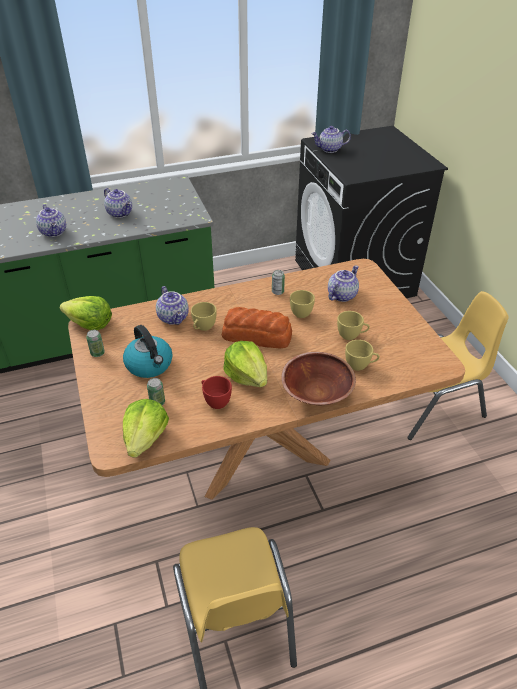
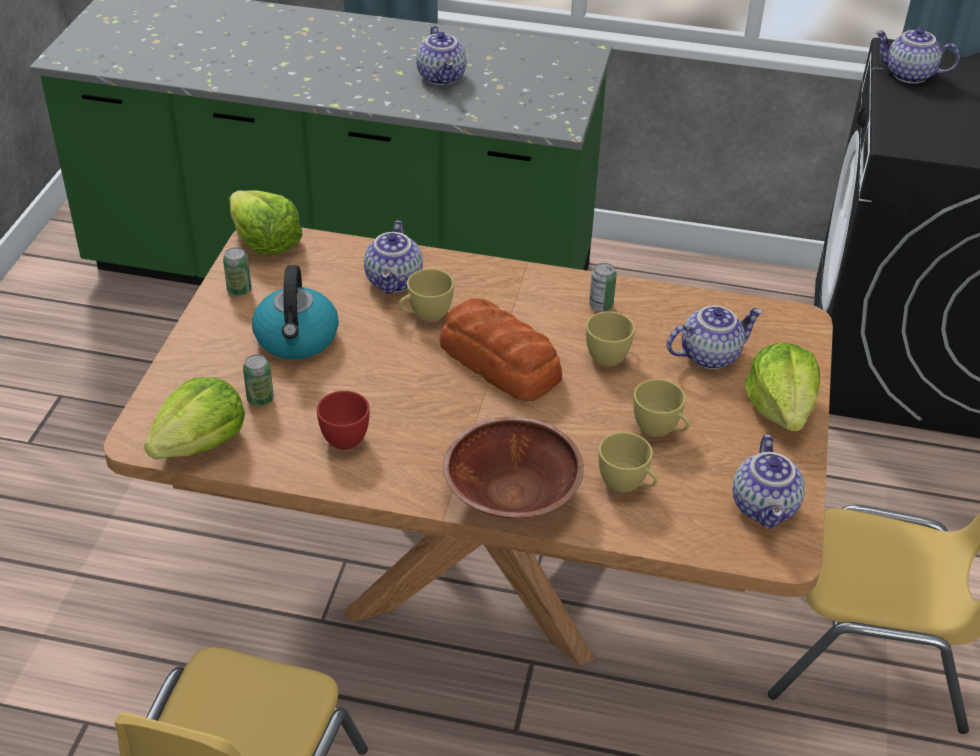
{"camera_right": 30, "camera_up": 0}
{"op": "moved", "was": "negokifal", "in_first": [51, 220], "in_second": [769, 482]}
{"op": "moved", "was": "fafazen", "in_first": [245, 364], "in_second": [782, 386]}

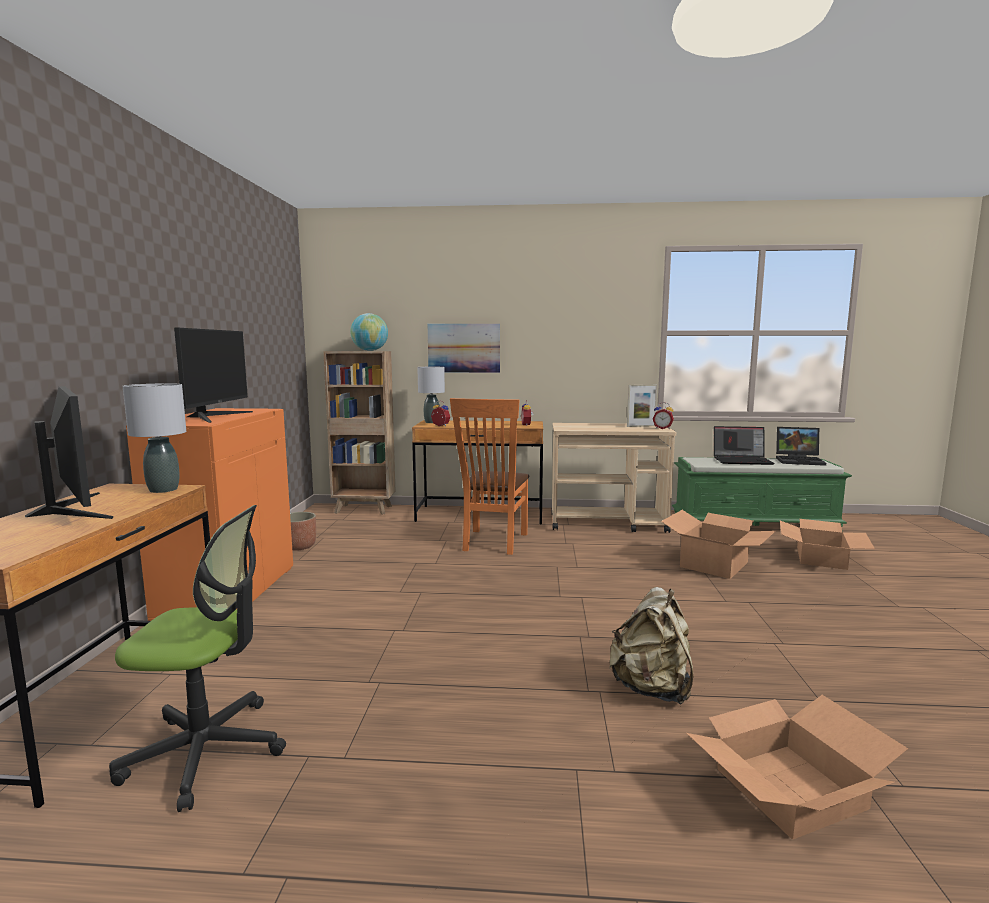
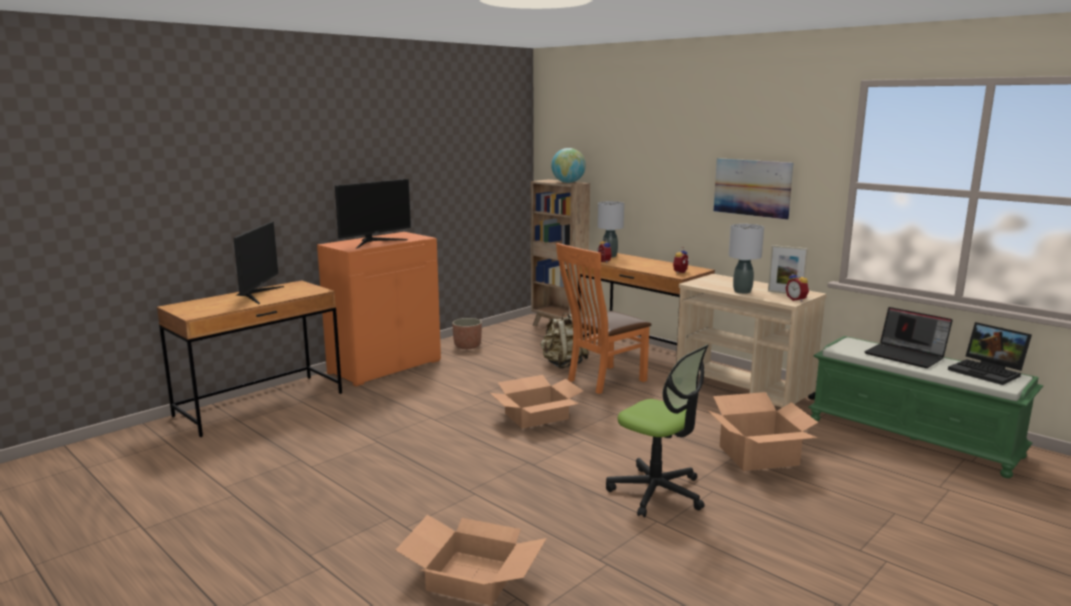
{"camera_right": 40, "camera_up": 5}
{"op": "moved", "was": "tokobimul", "in_first": [464, 348], "in_second": [753, 189]}
{"op": "moved", "was": "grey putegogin", "in_first": [154, 438], "in_second": [746, 259]}
{"op": "moved", "was": "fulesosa", "in_first": [197, 658], "in_second": [657, 431]}
{"op": "moved", "was": "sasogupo", "in_first": [827, 544], "in_second": [536, 402]}
{"op": "moved", "was": "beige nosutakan", "in_first": [651, 646], "in_second": [564, 341]}

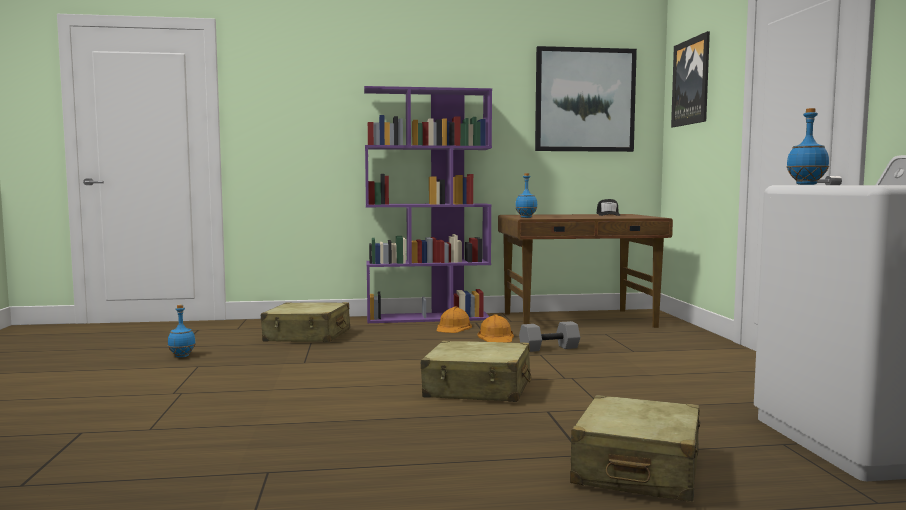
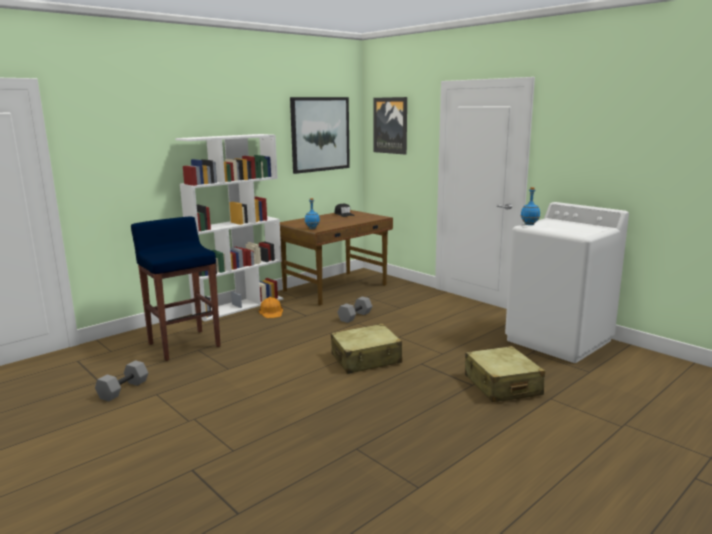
{"camera_right": -35, "camera_up": 10}
{"op": "recoloured", "was": "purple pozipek", "now": "white pozipek", "in_first": [428, 204], "in_second": [229, 227]}
{"op": "replaced", "was": "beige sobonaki", "now": "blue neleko", "in_first": [305, 322], "in_second": [176, 288]}
{"op": "replaced", "was": "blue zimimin", "now": "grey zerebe", "in_first": [182, 331], "in_second": [121, 380]}
{"op": "removed", "was": "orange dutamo", "in_first": [495, 328]}

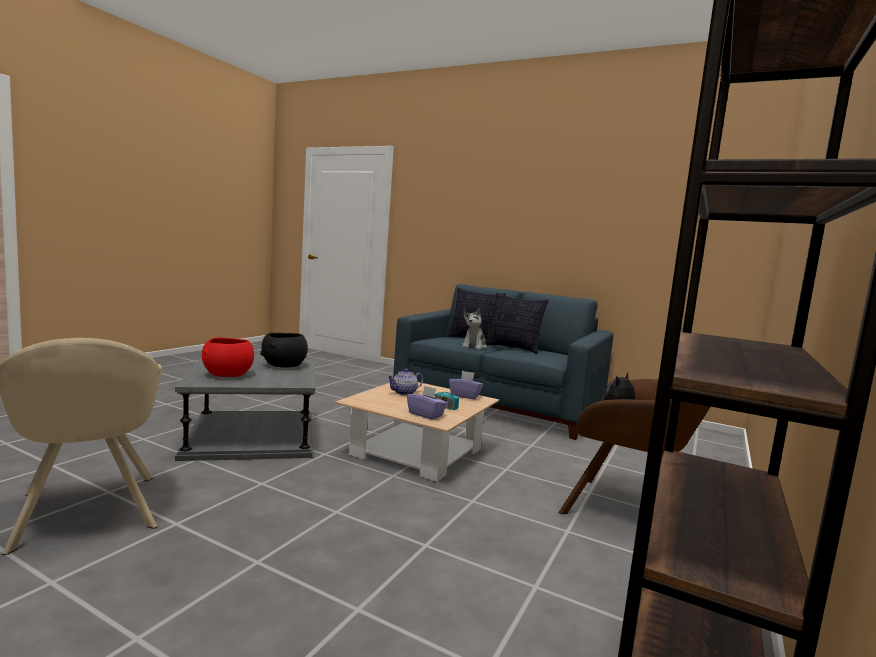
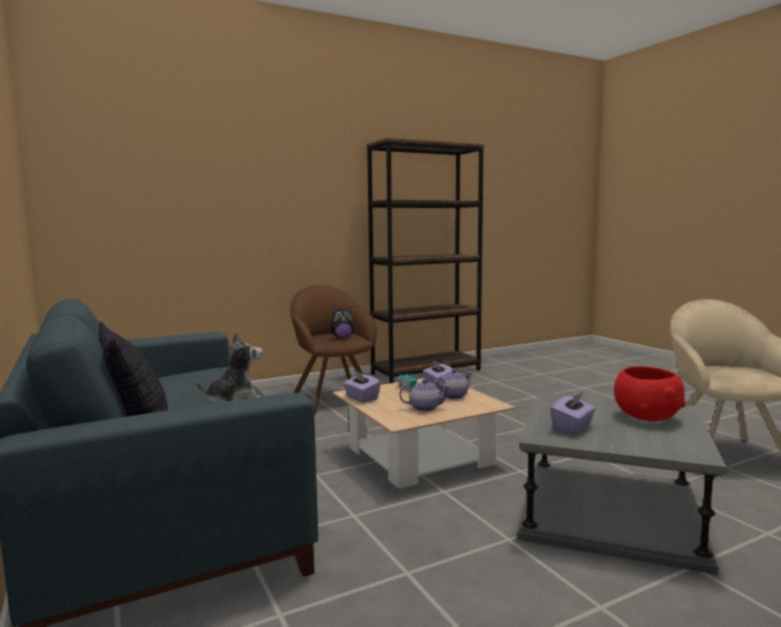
{"camera_right": -145, "camera_up": 0}
{"op": "removed", "was": "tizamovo", "in_first": [517, 323]}
{"op": "replaced", "was": "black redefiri", "now": "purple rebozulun", "in_first": [284, 349], "in_second": [573, 413]}
{"op": "added", "now": "negokifal", "in_second": [453, 384]}

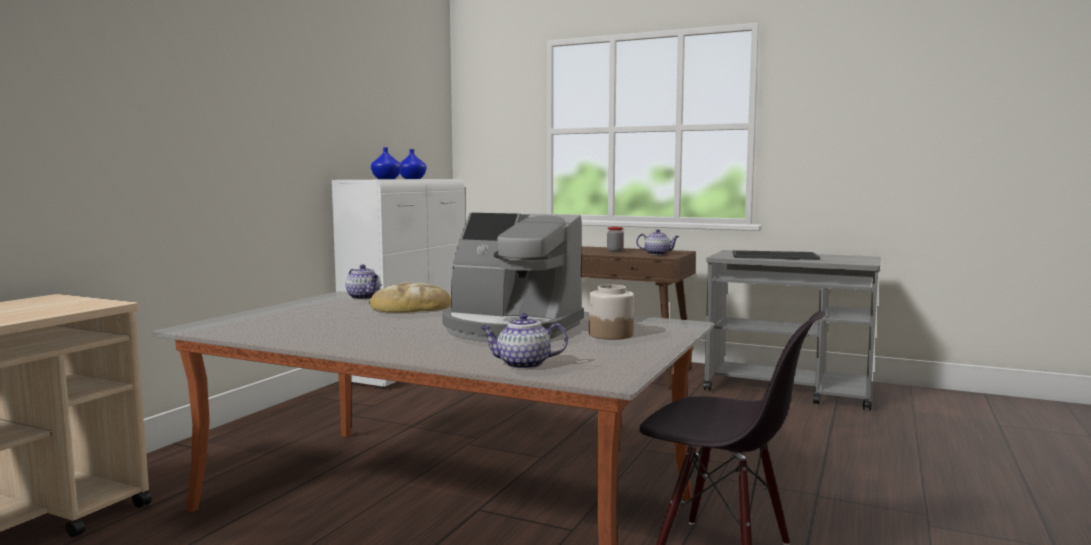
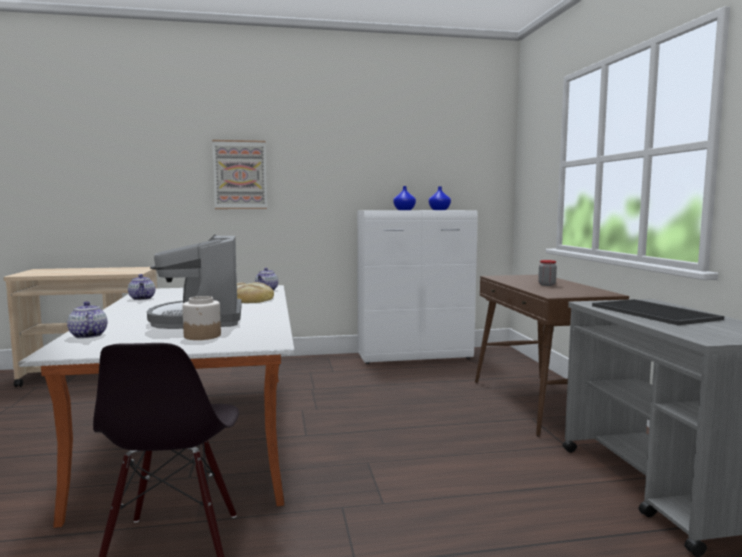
{"camera_right": 55, "camera_up": 0}
{"op": "moved", "was": "negokifal", "in_first": [657, 242], "in_second": [141, 287]}
{"op": "added", "now": "tokobimul", "in_second": [239, 174]}

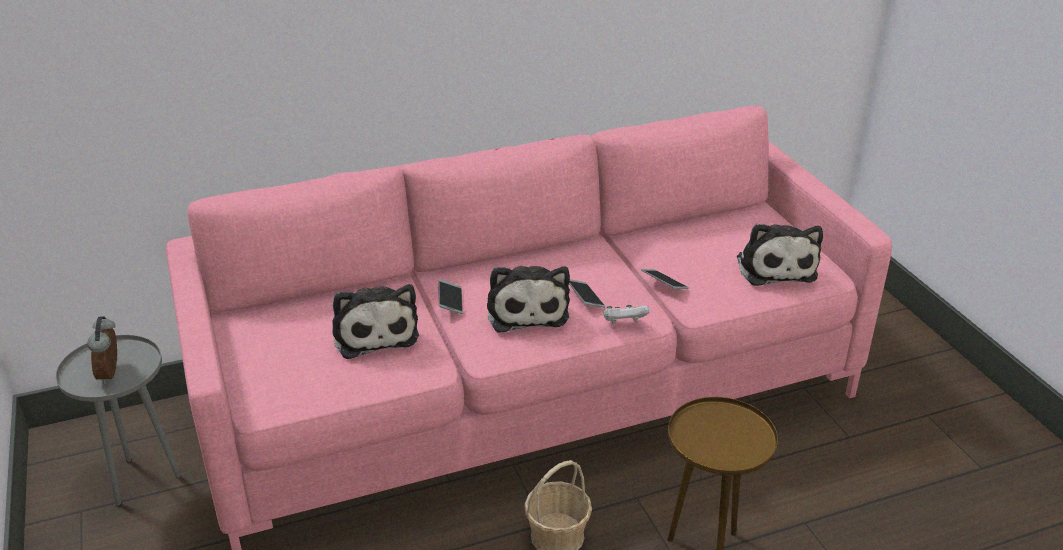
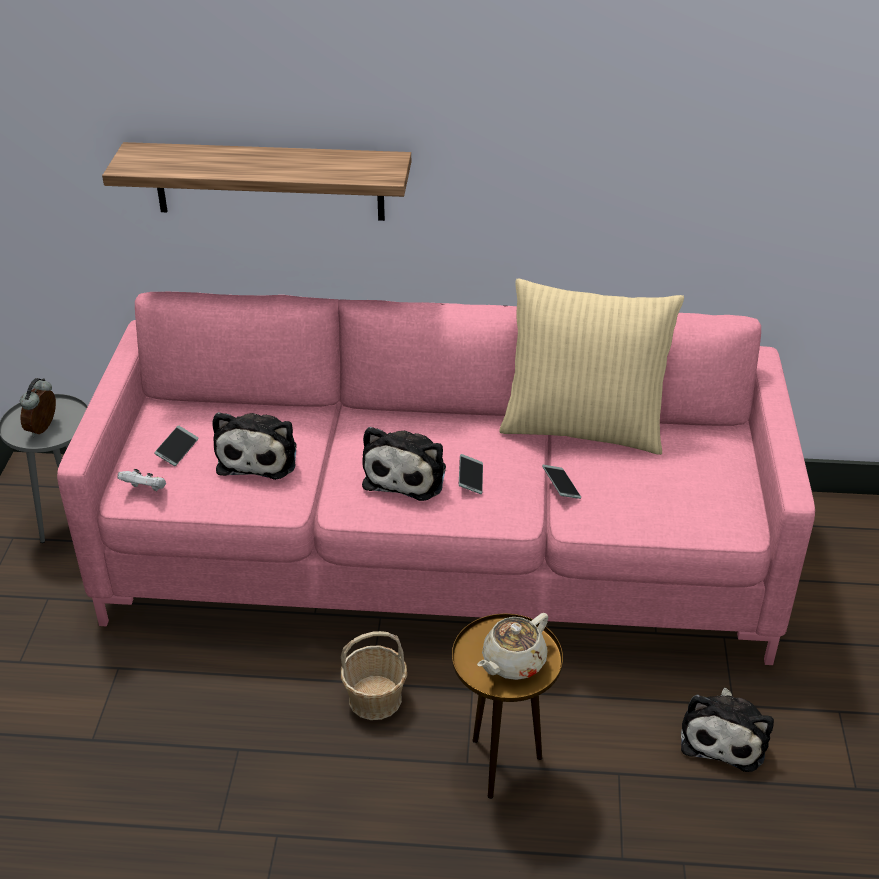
{"camera_right": 25, "camera_up": 5}
{"op": "moved", "was": "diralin", "in_first": [780, 255], "in_second": [727, 730]}
{"op": "moved", "was": "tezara", "in_first": [451, 296], "in_second": [176, 446]}
{"op": "moved", "was": "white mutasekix", "in_first": [627, 314], "in_second": [141, 480]}
{"op": "added", "now": "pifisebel", "in_second": [256, 181]}
{"op": "added", "now": "beige tizamovo", "in_second": [591, 367]}
{"op": "added", "now": "beige negokifal", "in_second": [513, 646]}

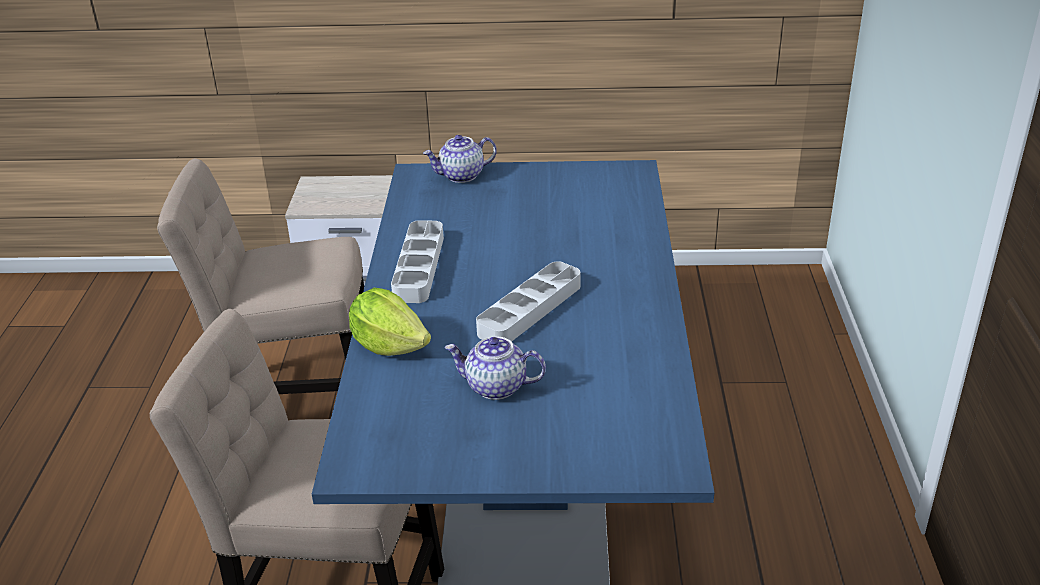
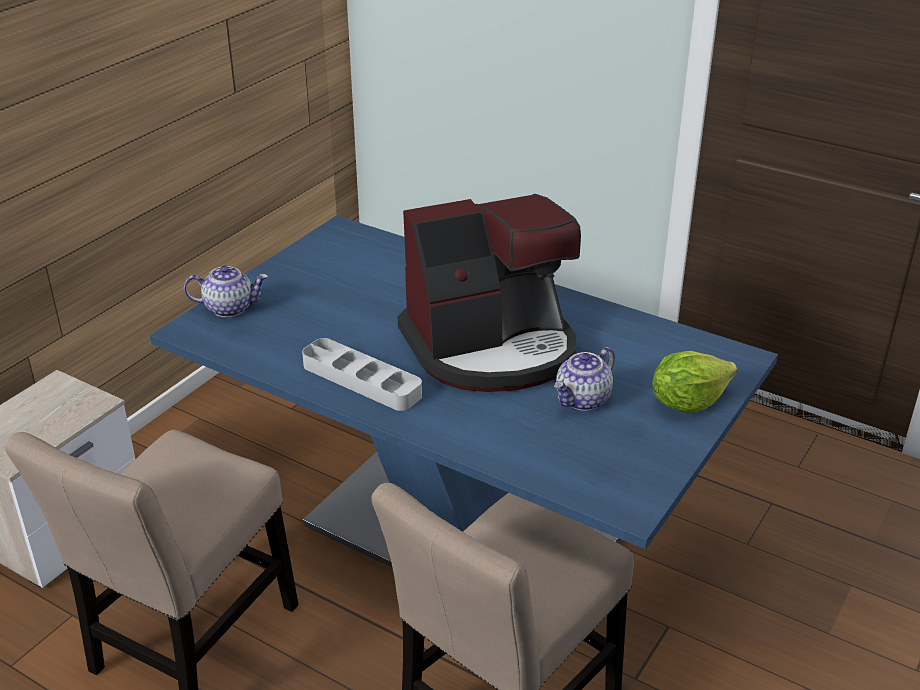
{"camera_right": -60, "camera_up": 0}
{"op": "turned", "was": "negokifal", "in_first": [460, 159], "in_second": [226, 292], "clockwise": -105}
{"op": "replaced", "was": "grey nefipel", "now": "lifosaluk", "in_first": [528, 301], "in_second": [489, 293]}
{"op": "moved", "was": "fafazen", "in_first": [390, 322], "in_second": [695, 382]}

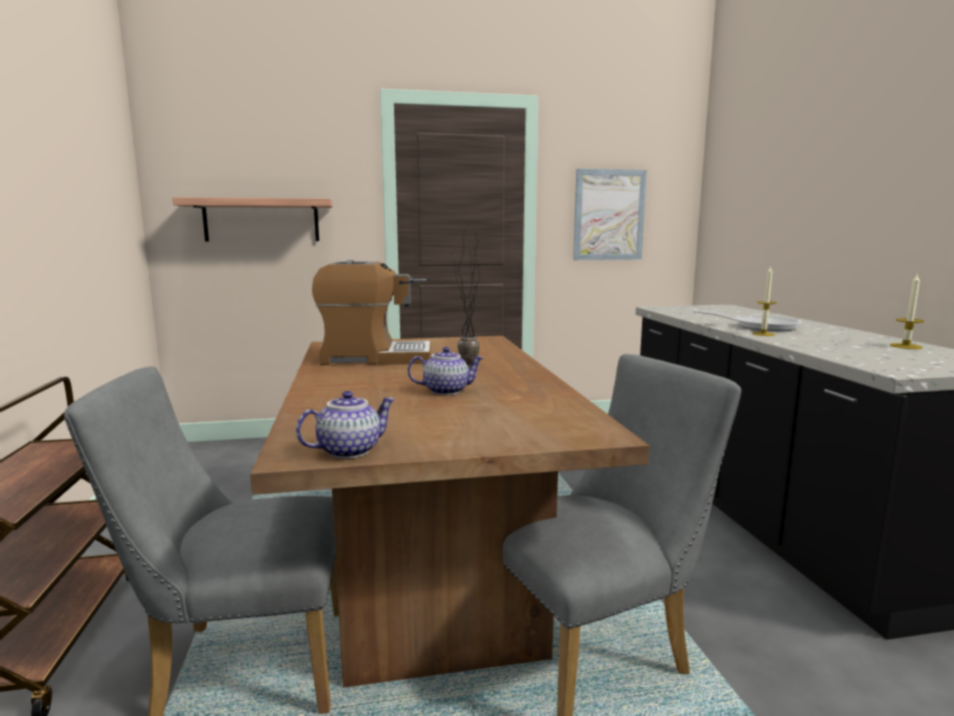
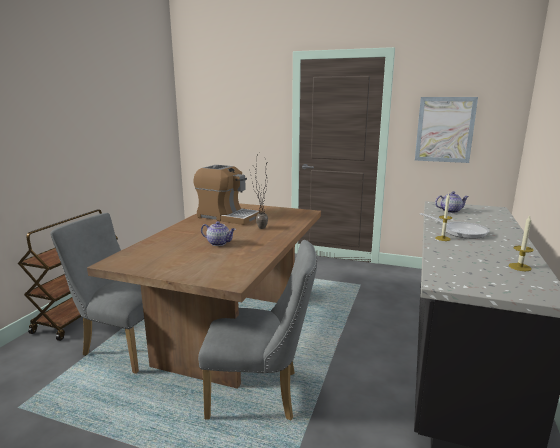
{"camera_right": 30, "camera_up": 5}
{"op": "removed", "was": "pifisebel", "in_first": [252, 219]}
{"op": "moved", "was": "negokifal", "in_first": [345, 425], "in_second": [452, 202]}

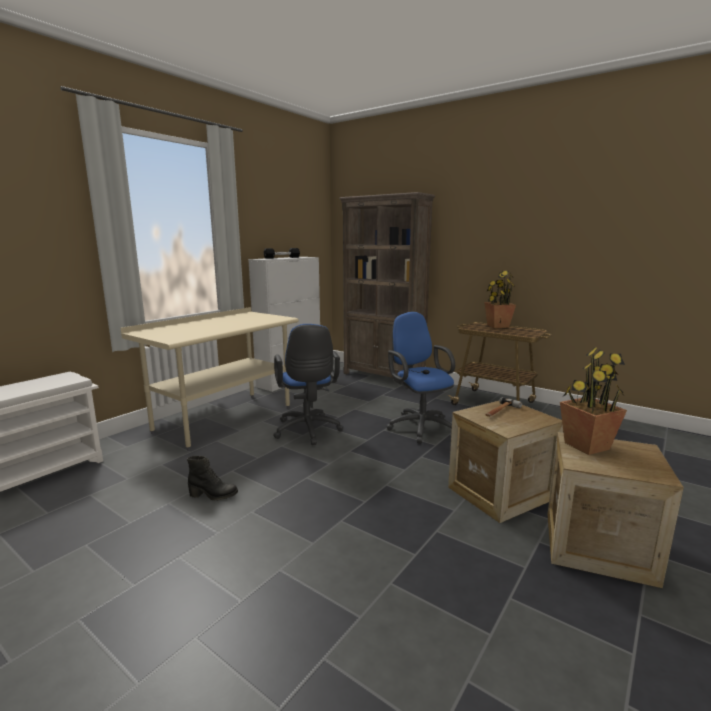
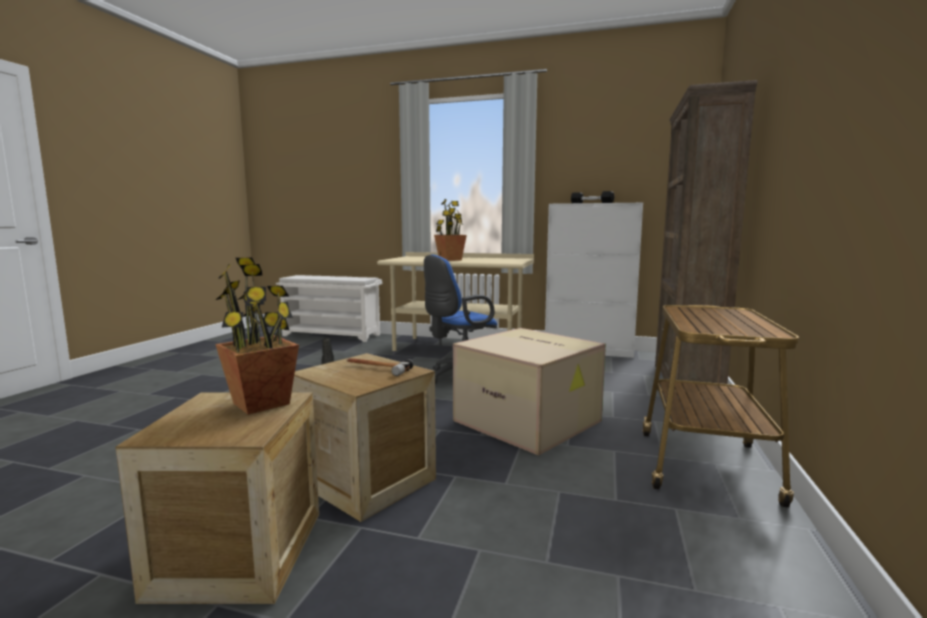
{"camera_right": 70, "camera_up": -5}
{"op": "moved", "was": "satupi", "in_first": [500, 299], "in_second": [450, 230]}
{"op": "replaced", "was": "blue fulesosa", "now": "sasogupo", "in_first": [420, 377], "in_second": [529, 392]}

